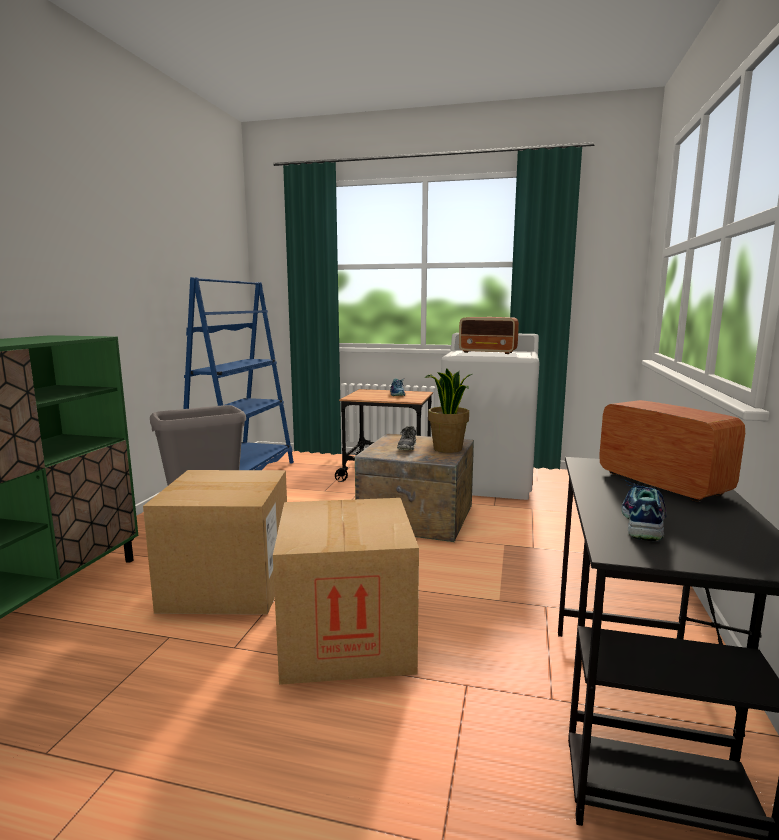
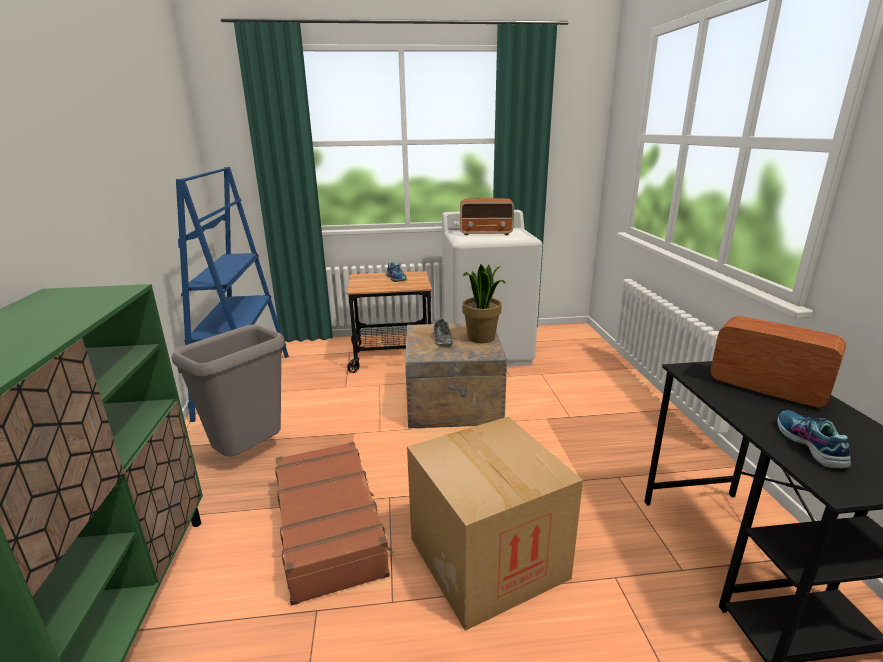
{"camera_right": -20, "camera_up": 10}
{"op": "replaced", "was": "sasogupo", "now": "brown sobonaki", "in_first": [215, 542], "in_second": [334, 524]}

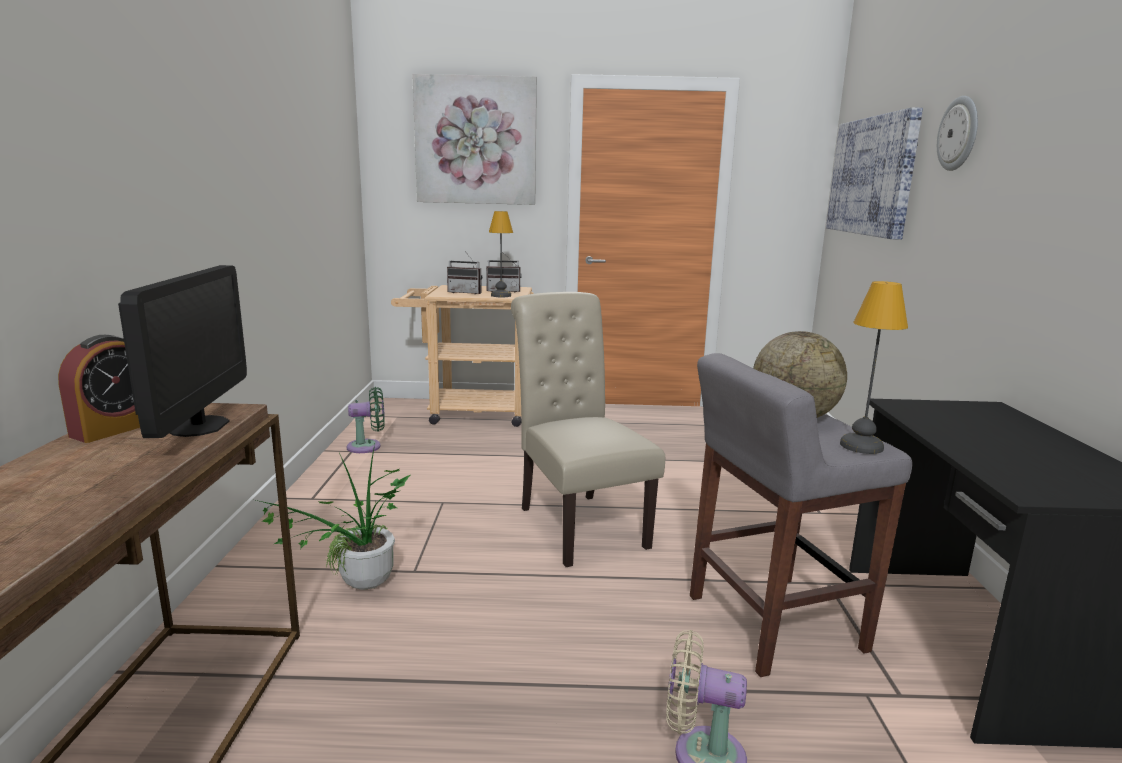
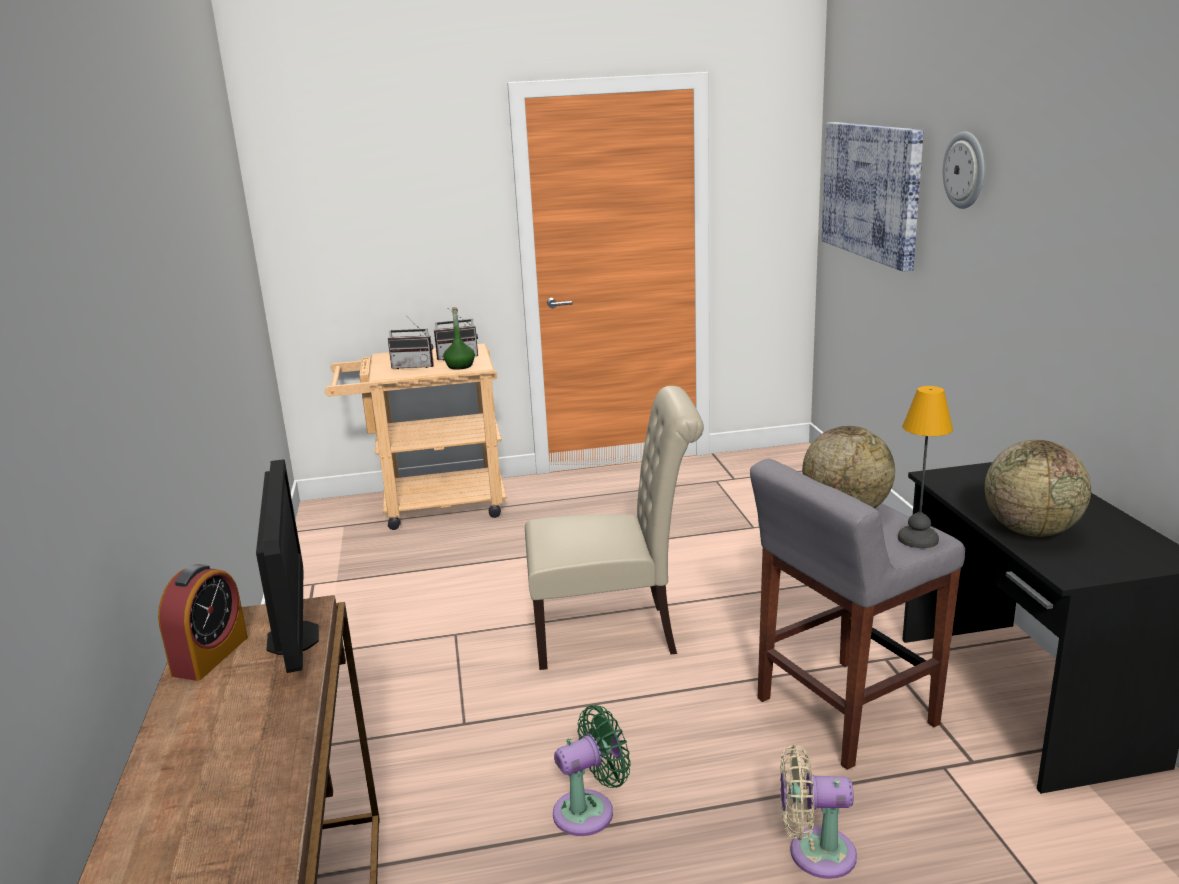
{"camera_right": -10, "camera_up": 5}
{"op": "removed", "was": "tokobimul", "in_first": [474, 139]}
{"op": "replaced", "was": "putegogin", "now": "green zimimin", "in_first": [501, 254], "in_second": [459, 338]}
{"op": "turned", "was": "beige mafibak", "in_first": [588, 429], "in_second": [614, 528], "clockwise": 120}
{"op": "moved", "was": "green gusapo", "in_first": [366, 420], "in_second": [592, 770]}
{"op": "removed", "was": "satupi", "in_first": [333, 517]}
{"op": "added", "now": "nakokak", "in_second": [1038, 488]}

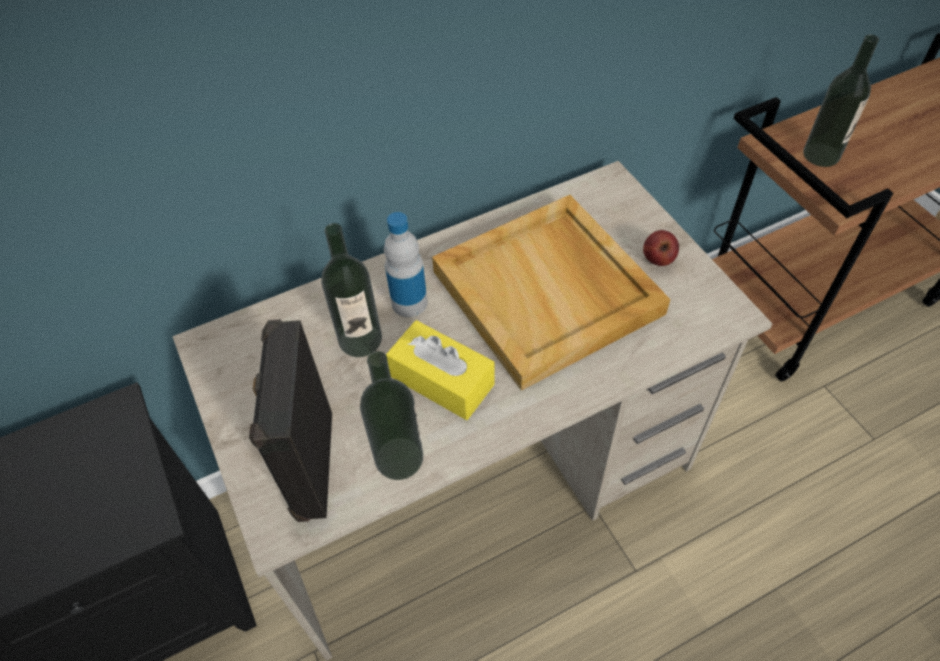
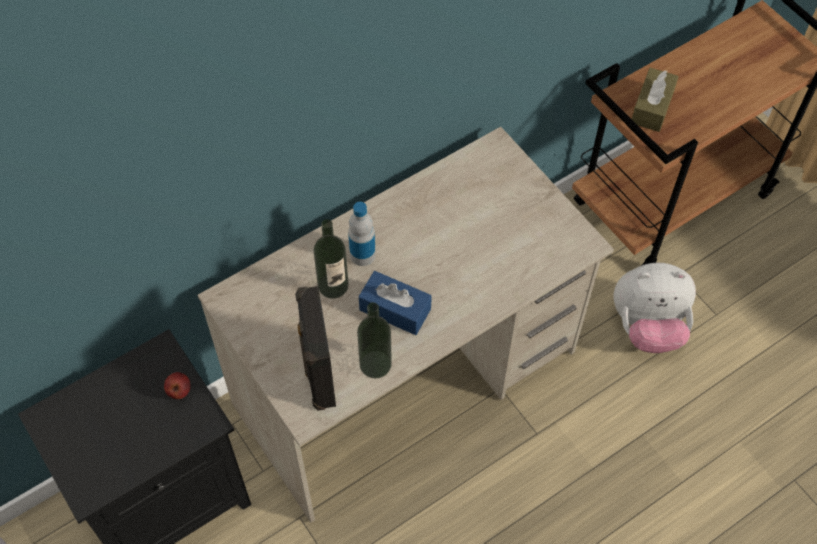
{"camera_right": -10, "camera_up": 5}
{"op": "replaced", "was": "zimimin", "now": "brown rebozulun", "in_first": [841, 100], "in_second": [655, 100]}
{"op": "removed", "was": "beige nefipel", "in_first": [551, 293]}
{"op": "moved", "was": "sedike", "in_first": [661, 248], "in_second": [177, 385]}
{"op": "recoloured", "was": "yellow rebozulun", "now": "blue rebozulun", "in_first": [440, 370], "in_second": [395, 303]}
{"op": "added", "now": "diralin", "in_second": [655, 308]}

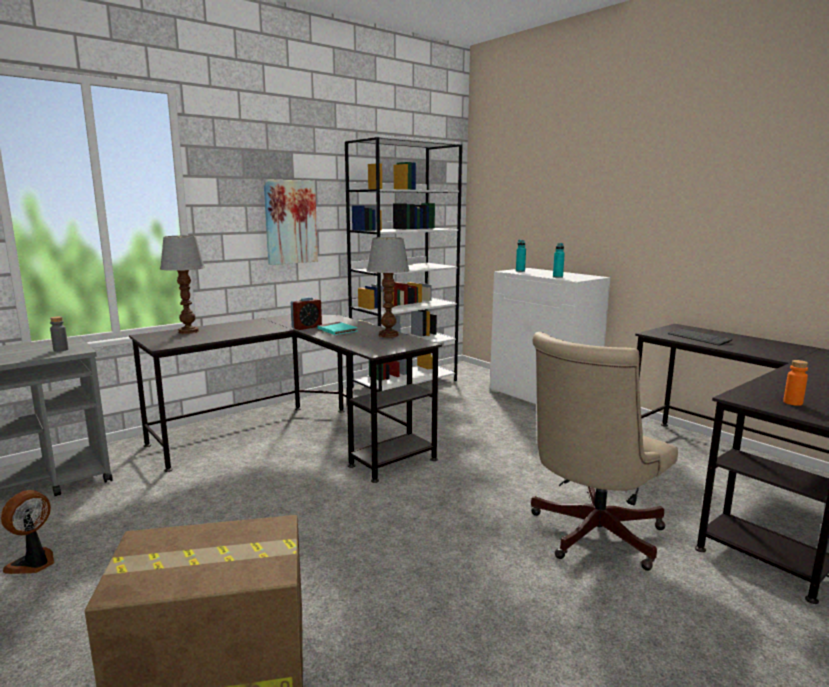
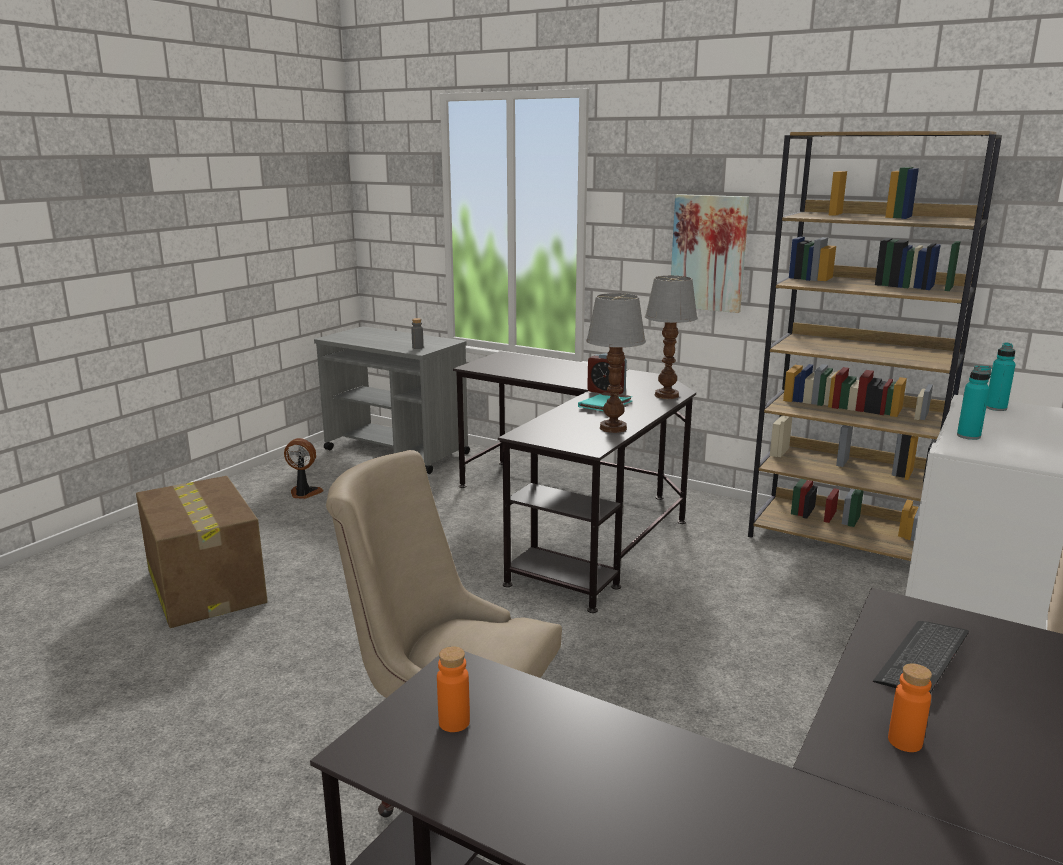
{"camera_right": 70, "camera_up": 5}
{"op": "recoloured", "was": "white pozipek", "now": "brown pozipek", "in_first": [403, 263], "in_second": [875, 346]}
{"op": "moved", "was": "putegogin", "in_first": [182, 285], "in_second": [671, 337]}
{"op": "added", "now": "orange zimimin", "in_second": [910, 707]}

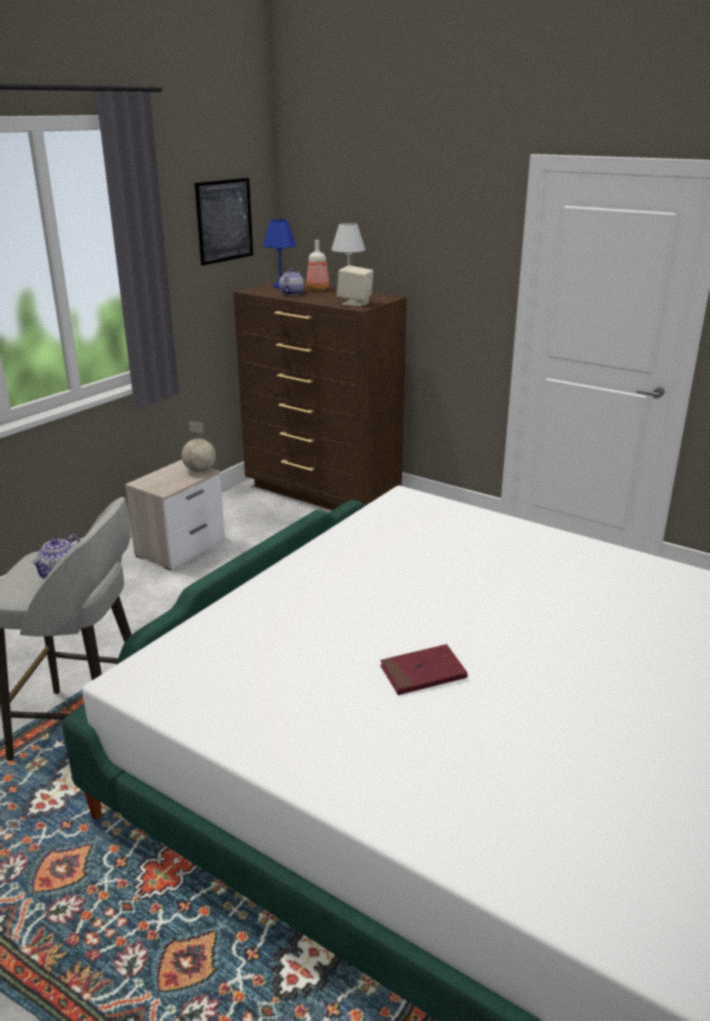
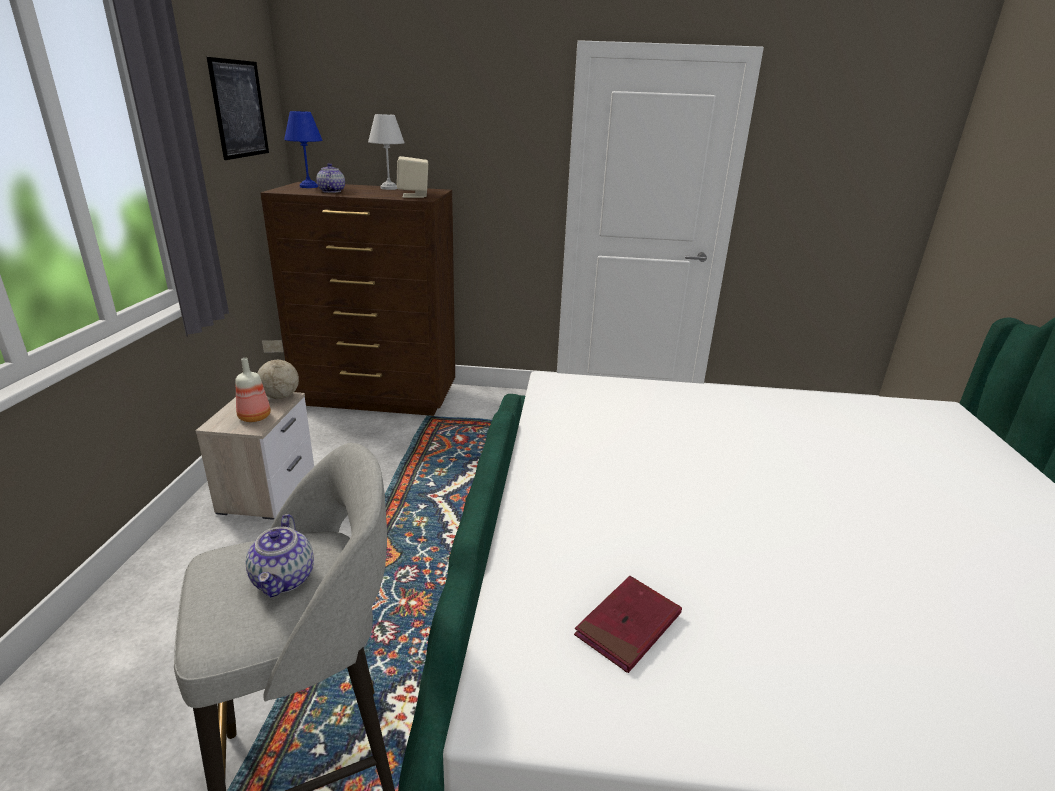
{"camera_right": -30, "camera_up": 0}
{"op": "moved", "was": "zimimin", "in_first": [317, 265], "in_second": [253, 390]}
{"op": "moved", "was": "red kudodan", "in_first": [424, 669], "in_second": [628, 624]}

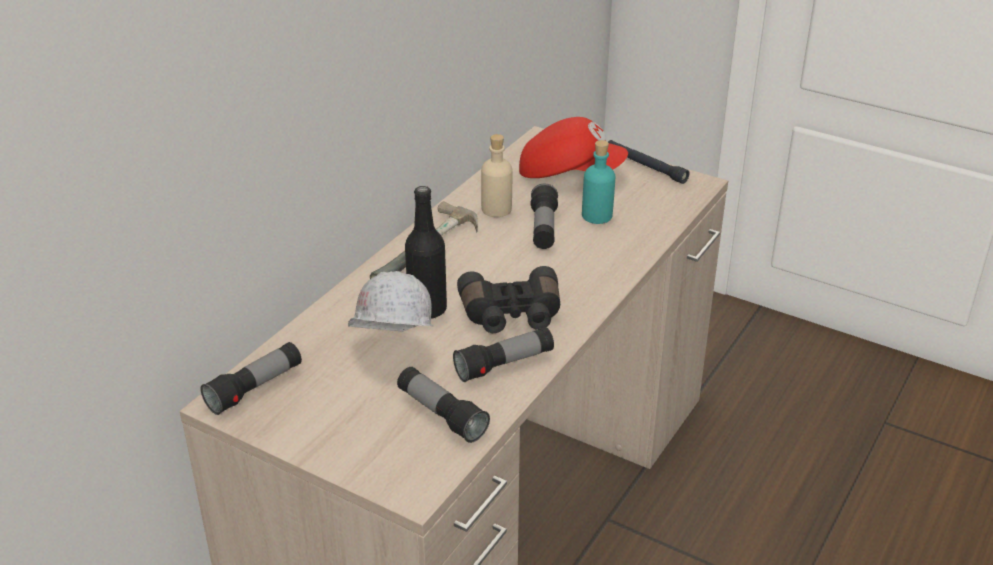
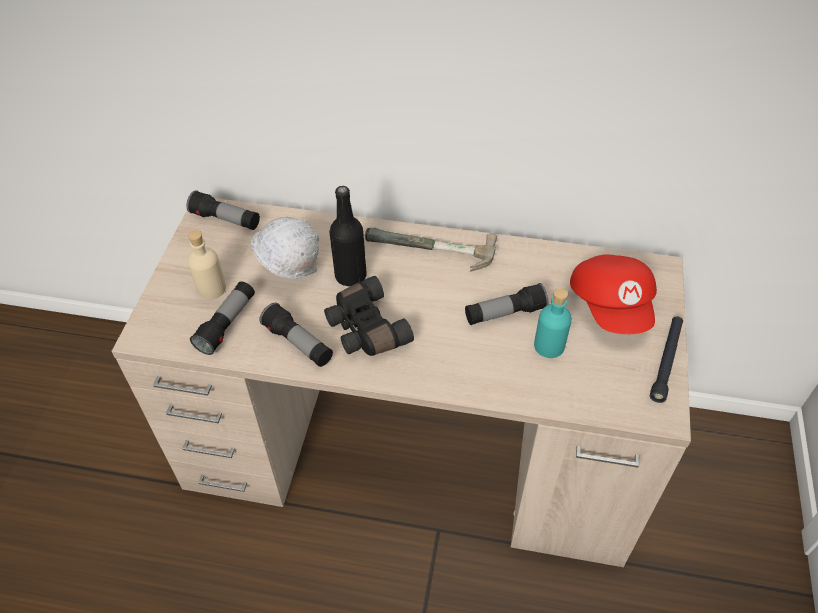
{"camera_right": 70, "camera_up": 15}
{"op": "moved", "was": "beige zimimin", "in_first": [496, 175], "in_second": [207, 264]}

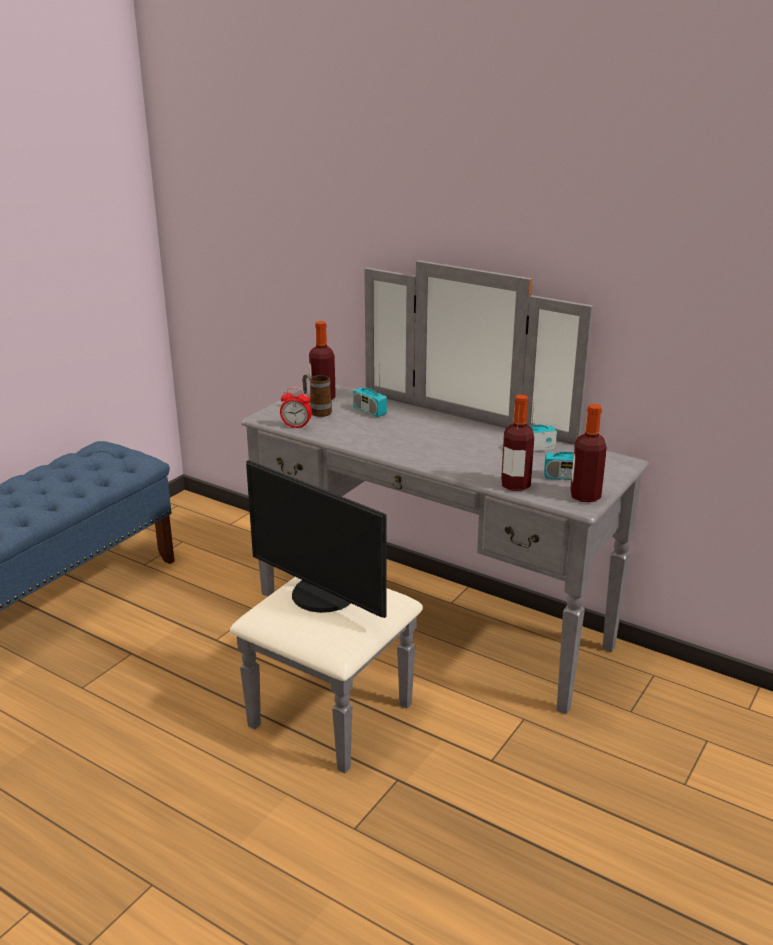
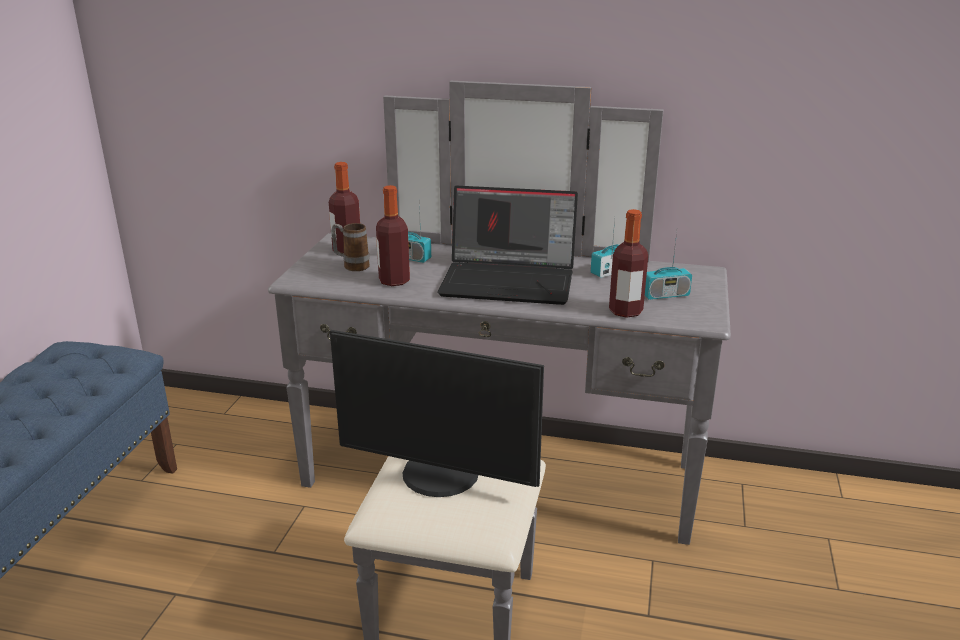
{"camera_right": -20, "camera_up": 0}
{"op": "removed", "was": "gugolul", "in_first": [296, 408]}
{"op": "moved", "was": "zimimin", "in_first": [588, 453], "in_second": [393, 235]}
{"op": "added", "now": "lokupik", "in_second": [508, 245]}

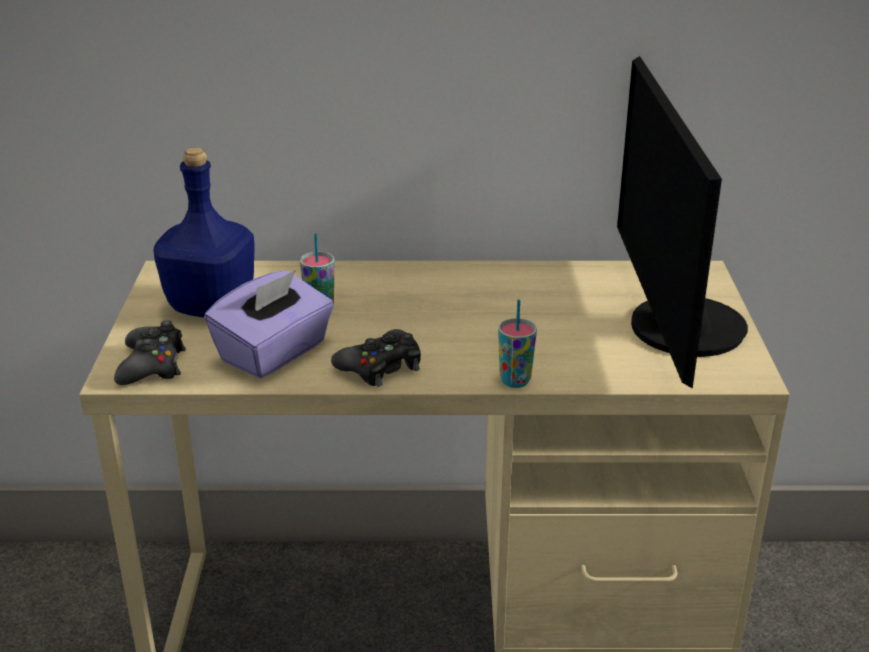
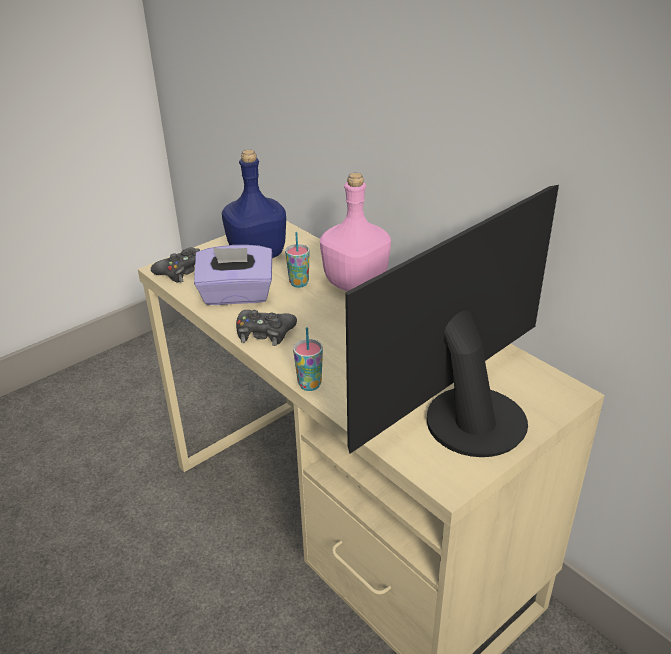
{"camera_right": 50, "camera_up": 5}
{"op": "added", "now": "pink zimimin", "in_second": [355, 232]}

